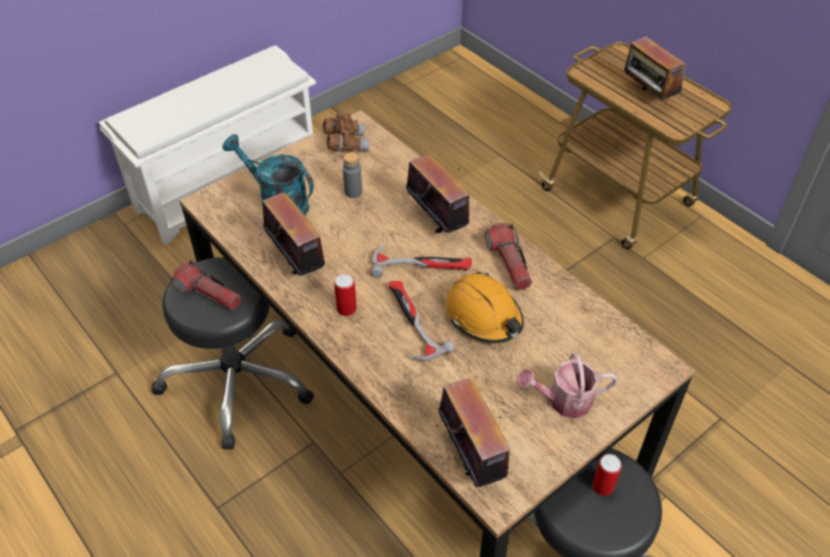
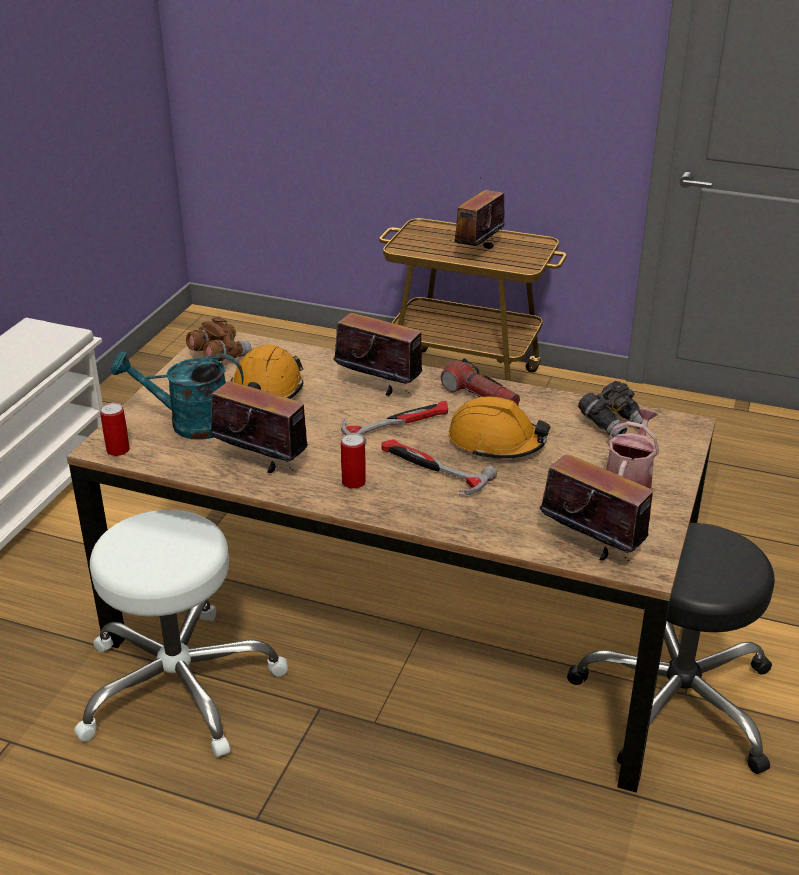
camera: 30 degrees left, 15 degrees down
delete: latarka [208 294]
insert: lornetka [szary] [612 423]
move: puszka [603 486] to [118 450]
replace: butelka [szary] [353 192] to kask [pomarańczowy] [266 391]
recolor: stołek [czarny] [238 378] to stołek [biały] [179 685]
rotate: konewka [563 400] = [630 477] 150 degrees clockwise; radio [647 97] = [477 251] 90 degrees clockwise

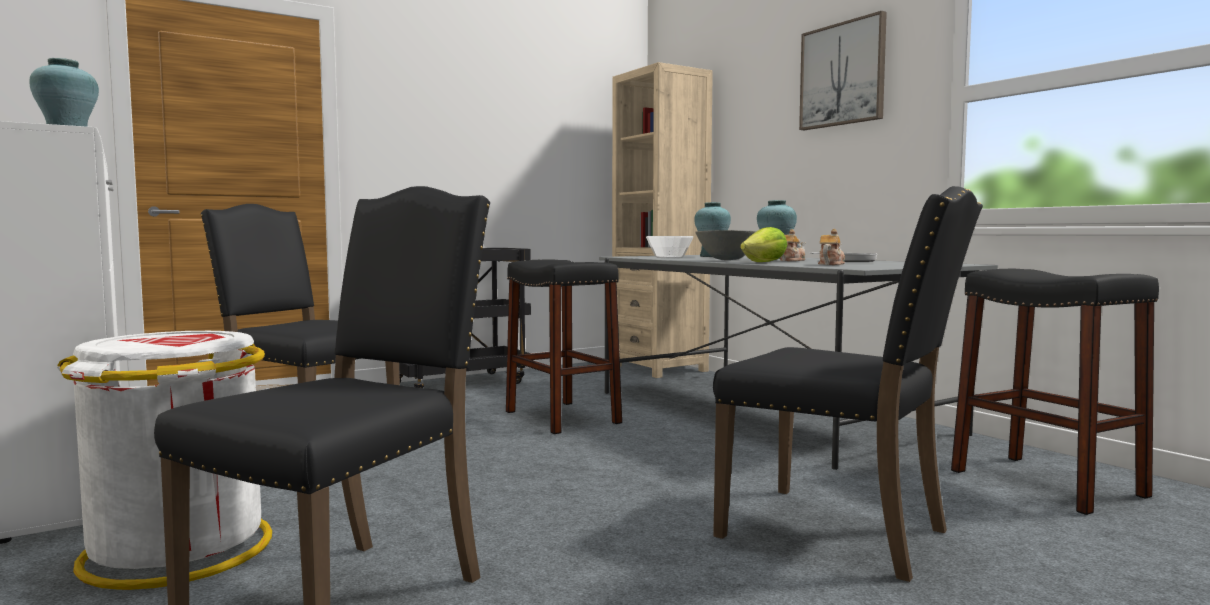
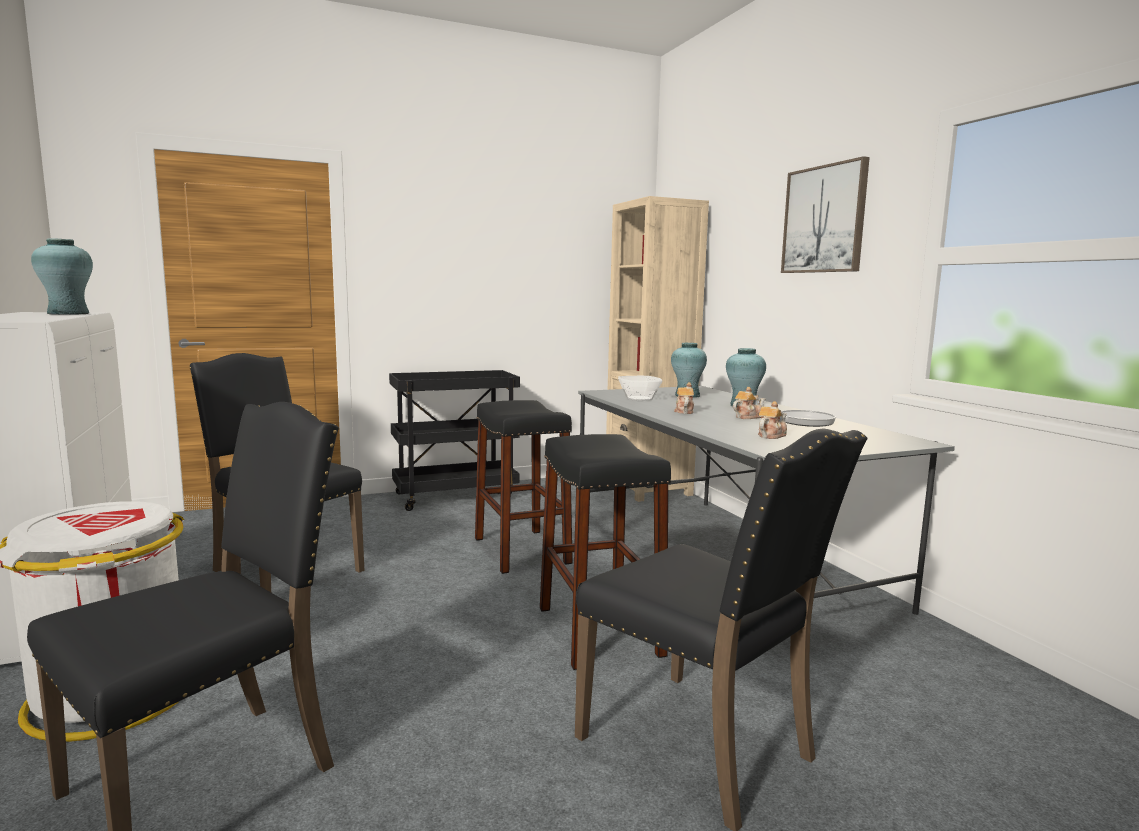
camera: 10 degrees right, 5 degrees up
delete: sałata [765 262]
move: stołek [czarny] [1045 483] to [599 631]
replace: miska [szary] [726 260] to imbryk [684 411]

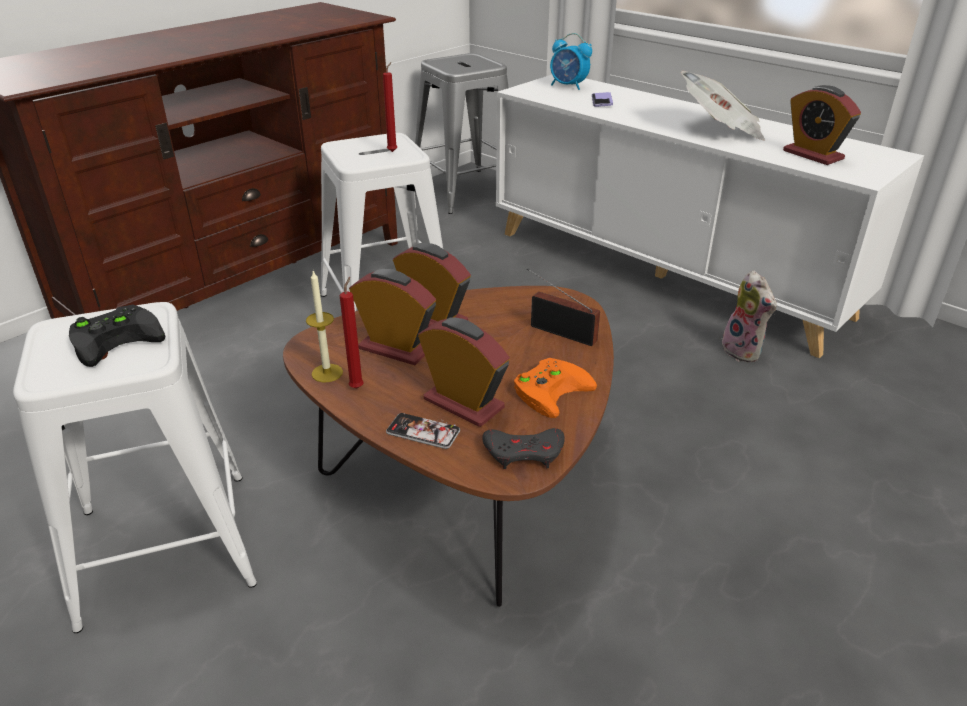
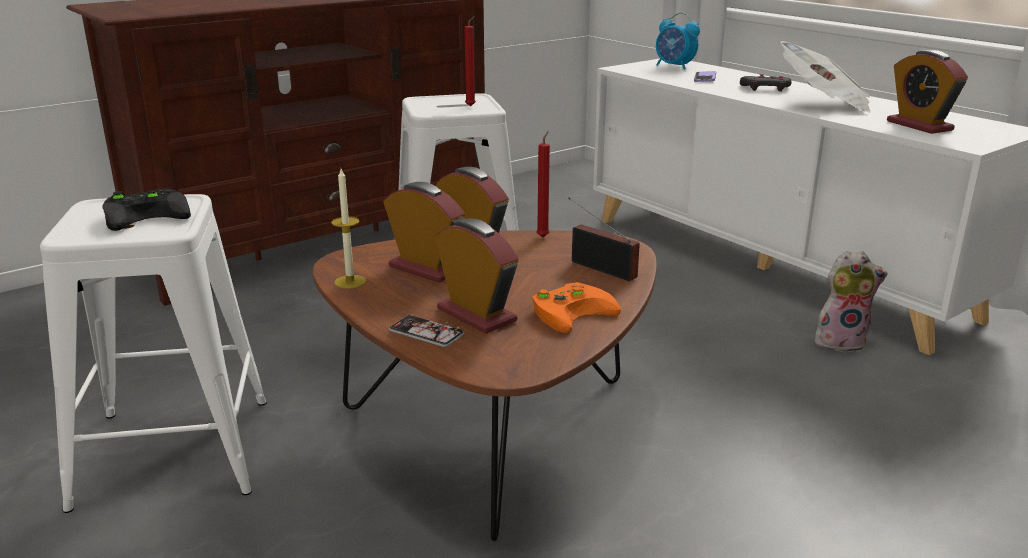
camera: 10 degrees right, 10 degrees down
delete: stołek [szary] [465 191]
move: świeca [czerwony] [357 386] to [543 236]; pad do gier [szary] [524 452] to [765 88]
rotate: pluszak [744 351] = [841 342] 75 degrees counterclockwise

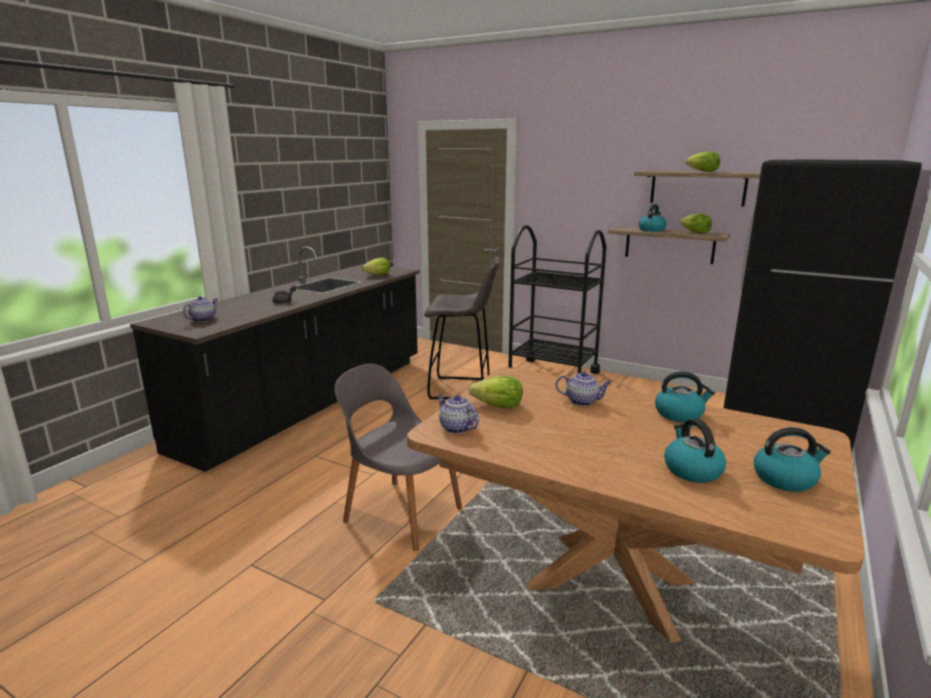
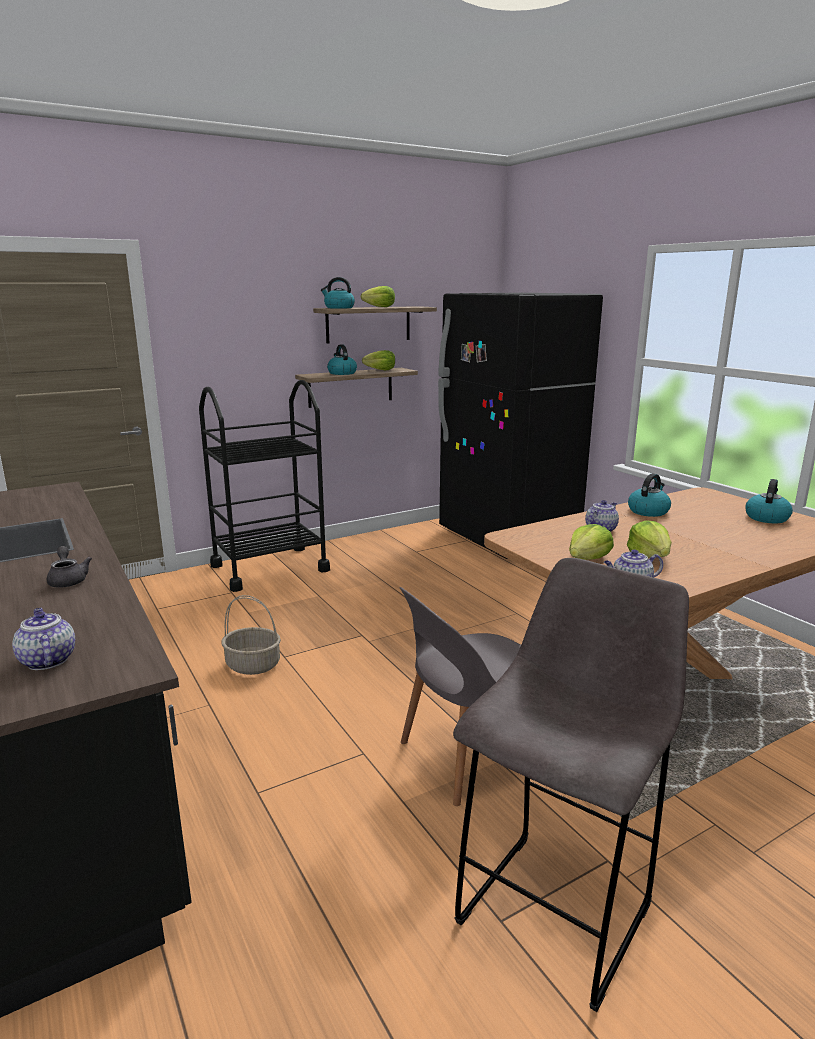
camera: 60 degrees left, 0 degrees up
insert: koszyk [253 665]
move: sałata [377 275] to [649 556]; stołek [szary] [462 389] to [557 909]; czajnik [691 470] to [338 308]

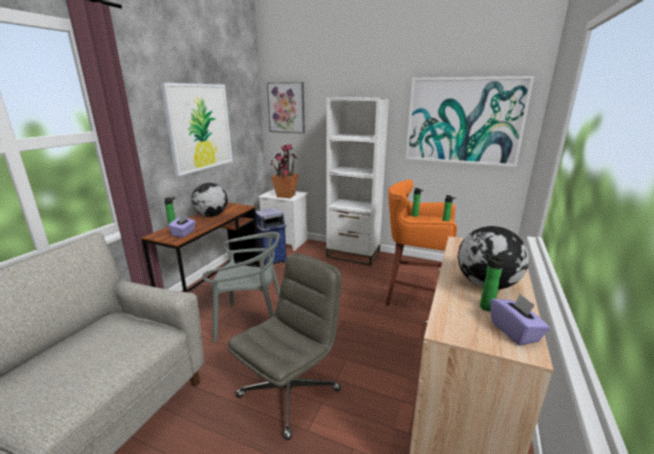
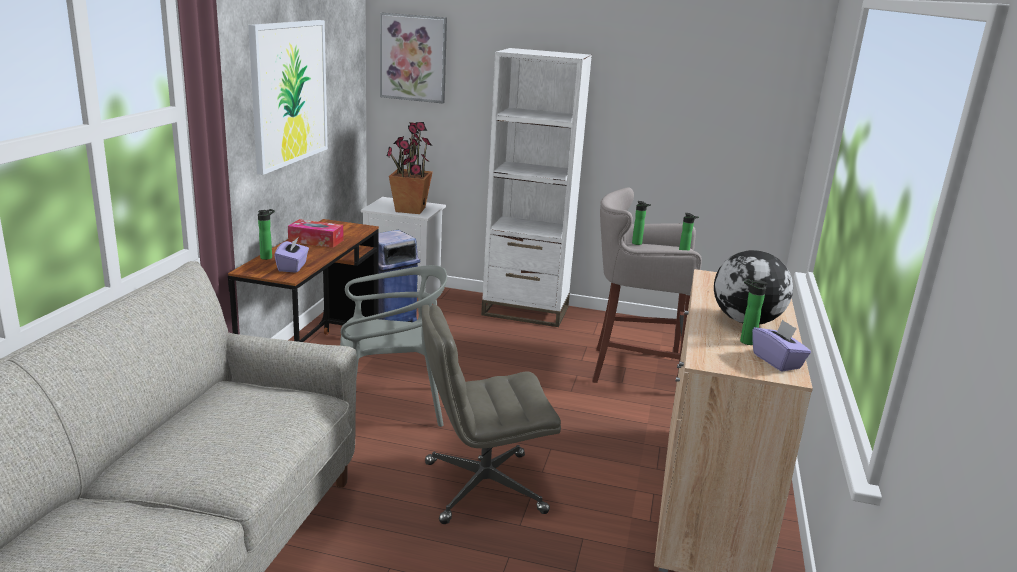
camera: 10 degrees left, 0 degrees up
delete: obraz [463 121]
replace: globus [211 215] to pudełko chusteczek [316 241]
recolor: stołek [pomarańczowy] [414 296] to stołek [szary] [633 369]
rotate: krzesło biurowe [szary] [290 392] = [482 488] 135 degrees counterclockwise

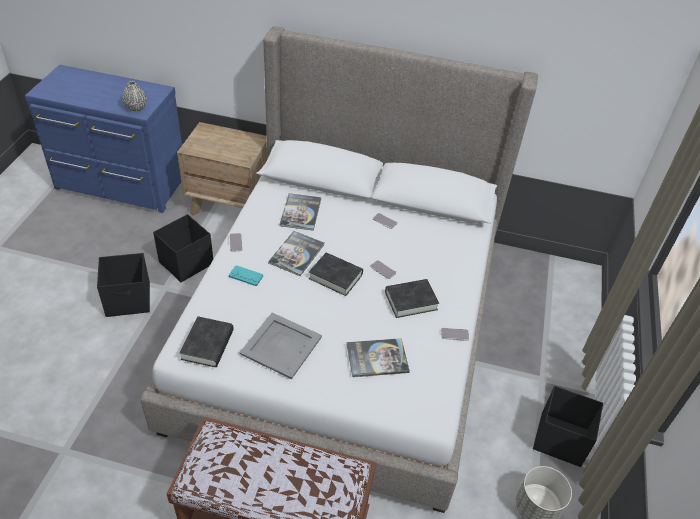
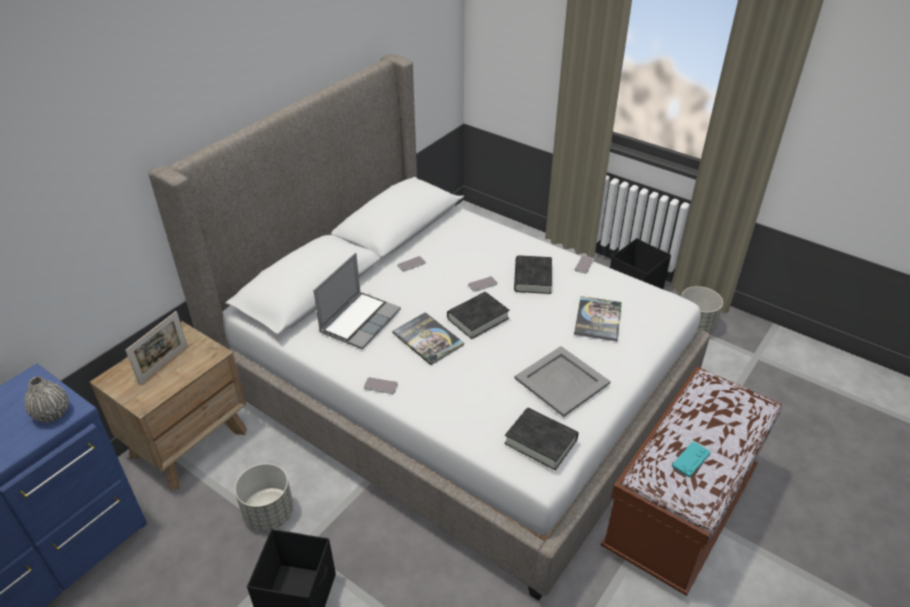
camera: 65 degrees left, 5 degrees down
insert: ramka na zdjęcie [163 364]
move: pad do gier [turkusowy] [246 276] to [691 460]
replace: pojemnik do przechowywania [czarny] [187 263] to donica [szary] [268 513]; książka [300 212] to laptop [360 320]

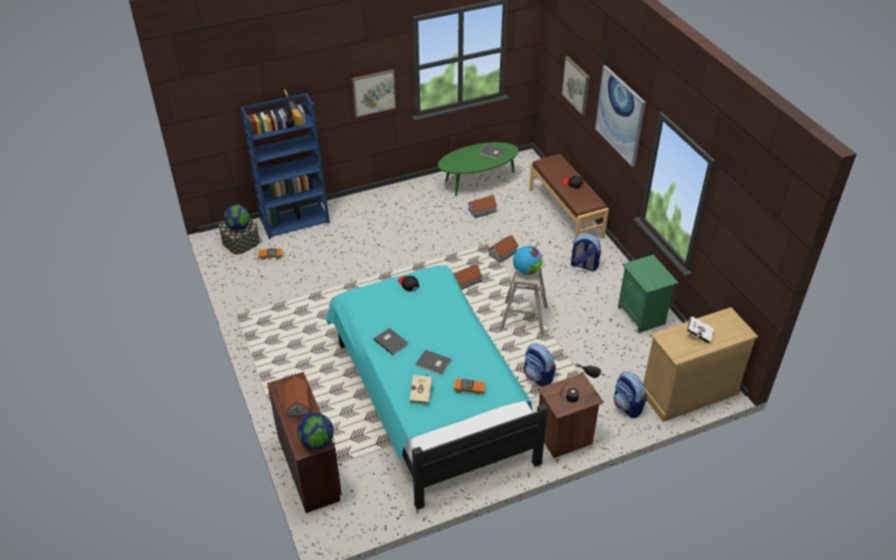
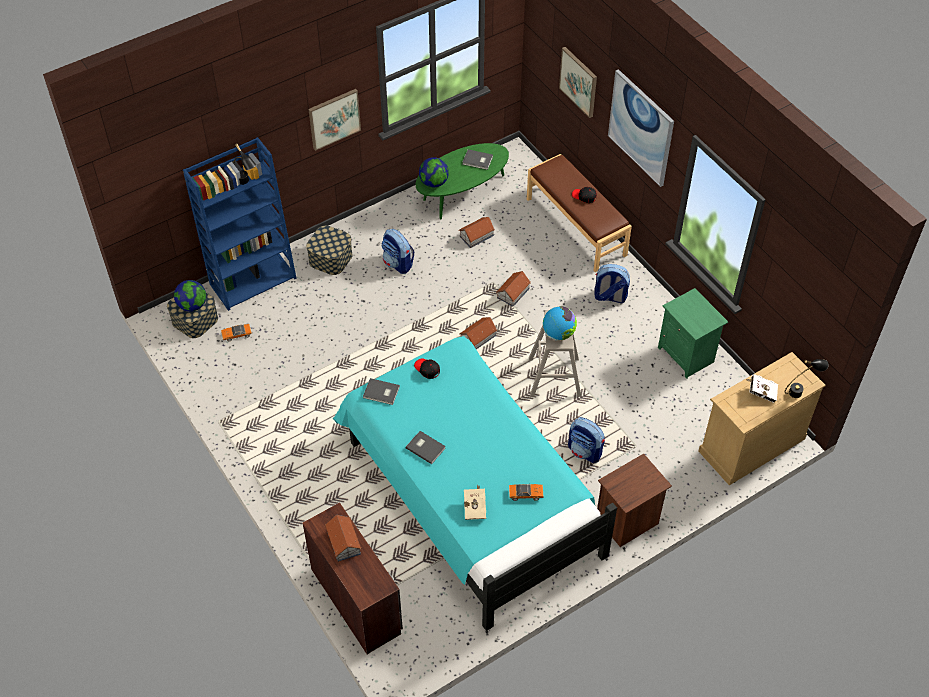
camera: 10 degrees left, 10 degrees up
insert: pojemnik do przechowywania [330 258]
move: globus [317 442] to [434 183]; książka [szary] [433 363] to [381 393]; lampa stołowa [czarny] [578 397] to [801 391]; plecak [627 406] to [398 263]

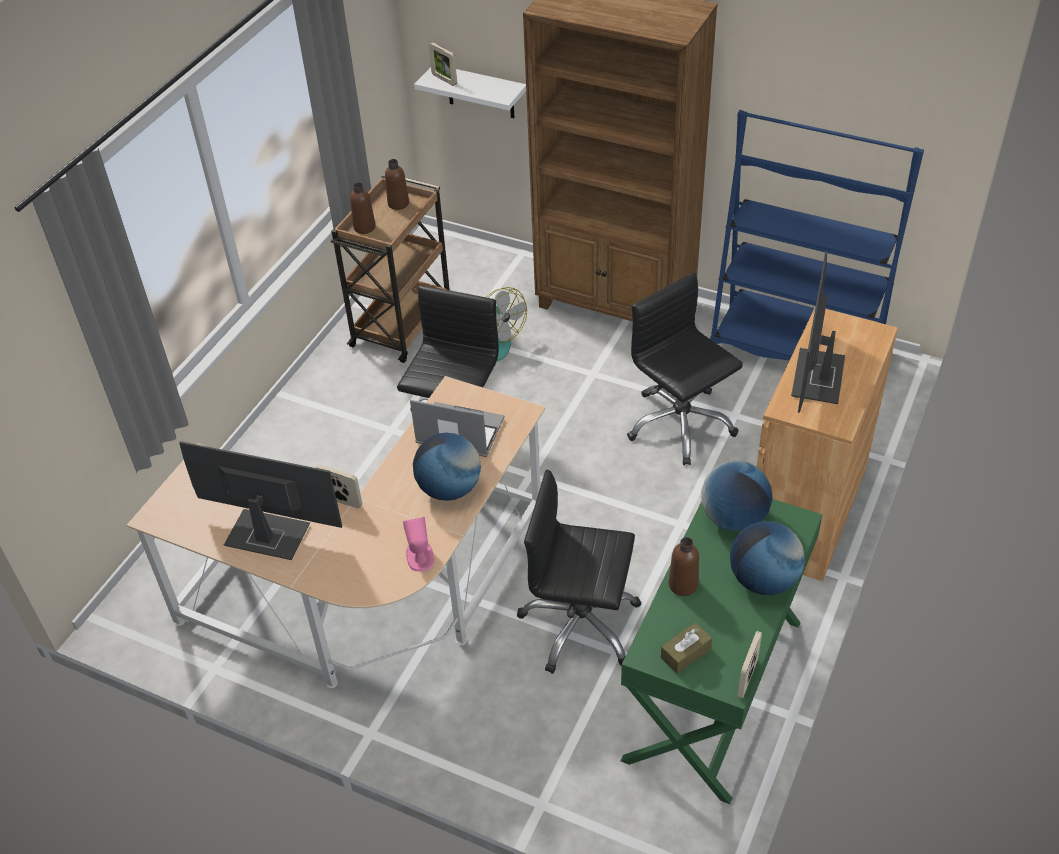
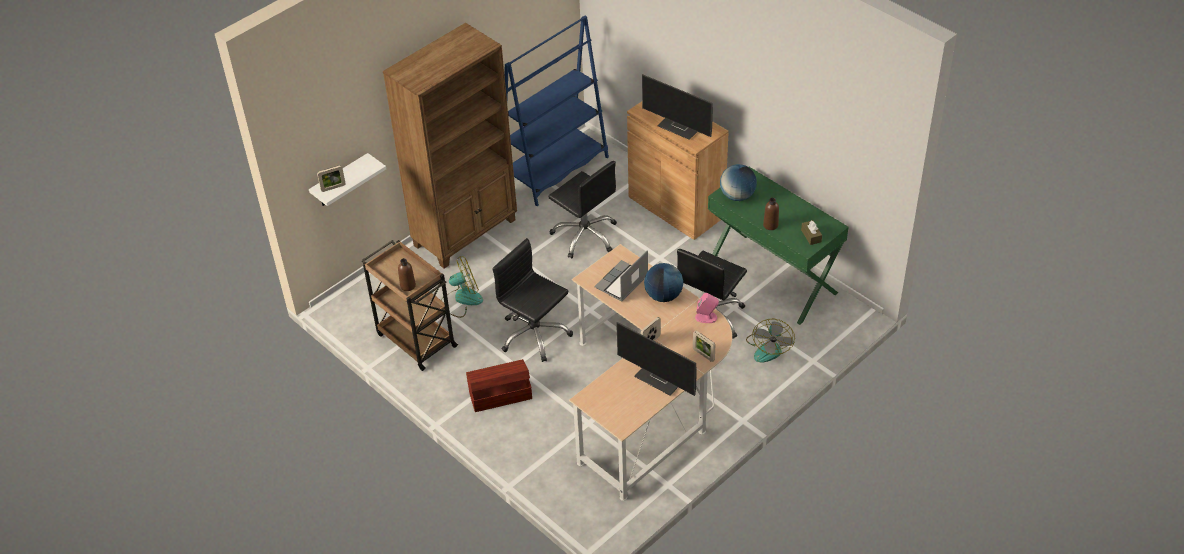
camera: 70 degrees left, 0 degrees up
delete: butelka [brązowy] [398 203]; globus [763 580]
insert: pojemnik do przechowywania [brązowy] [499 395]; wentylator [768 347]
move: ramka na zdjęcie [747 679] to [703 355]
rotate: monitor [265 535] = [661 378] 90 degrees counterclockwise; krzesło biurowe [czarny] [680 424] = [585 235] 120 degrees counterclockwise

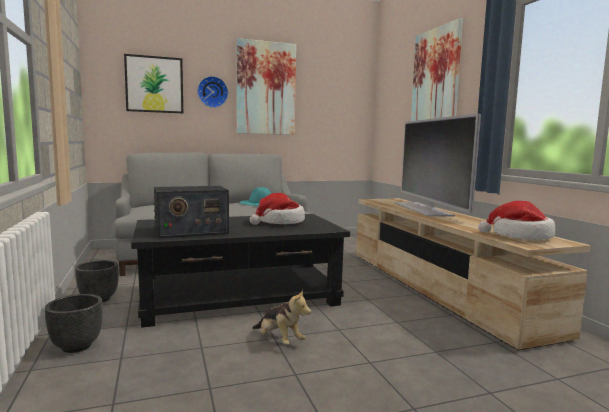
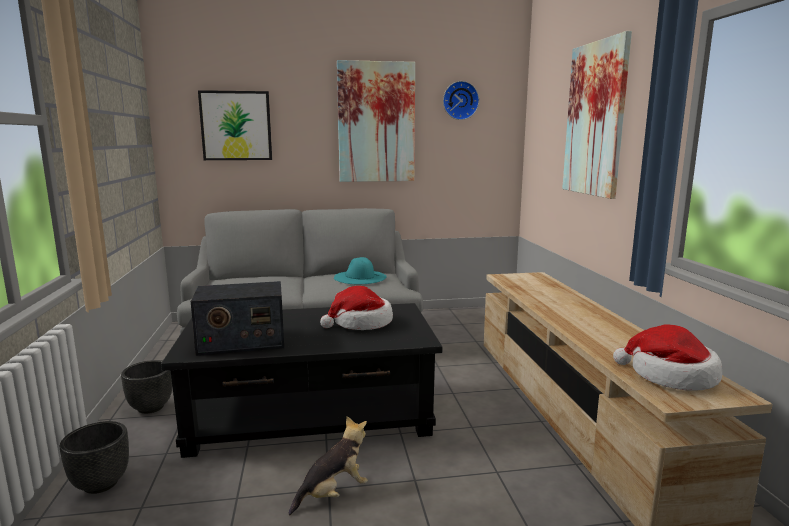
camera: 10 degrees right, 5 degrees up
delete: telewizor [423 209]
move: zegar ścienny [212 92] to [460 100]
rotate: pluszak [279 340] = [333 493] 90 degrees counterclockwise

